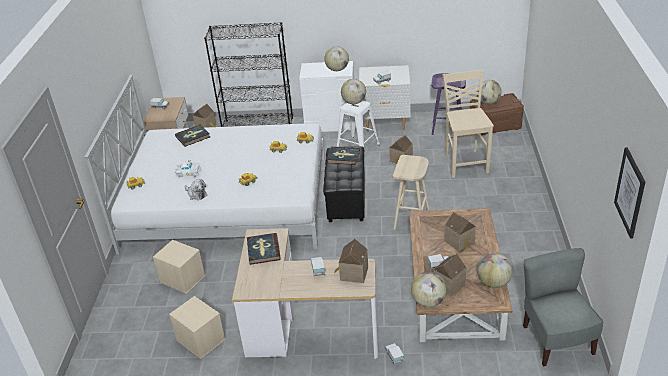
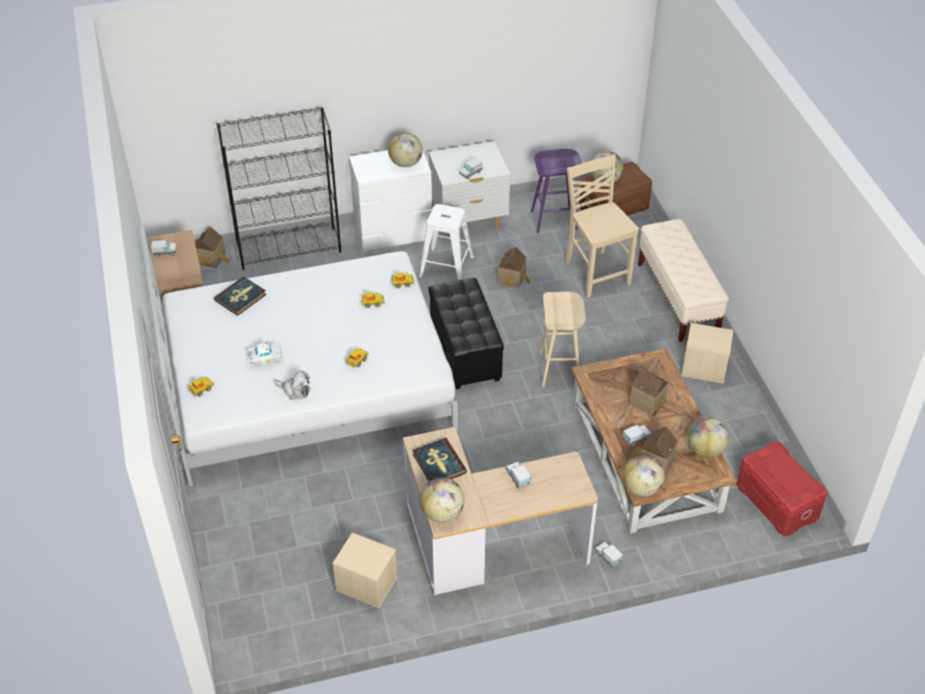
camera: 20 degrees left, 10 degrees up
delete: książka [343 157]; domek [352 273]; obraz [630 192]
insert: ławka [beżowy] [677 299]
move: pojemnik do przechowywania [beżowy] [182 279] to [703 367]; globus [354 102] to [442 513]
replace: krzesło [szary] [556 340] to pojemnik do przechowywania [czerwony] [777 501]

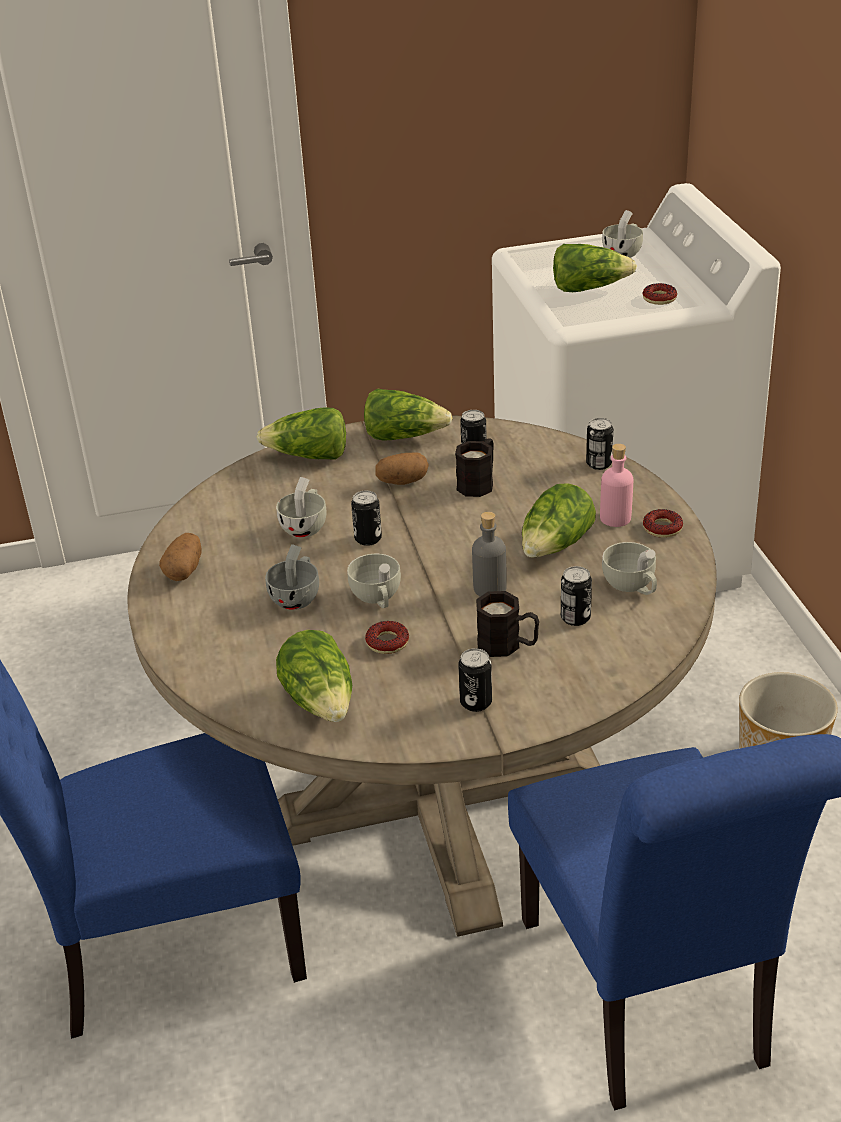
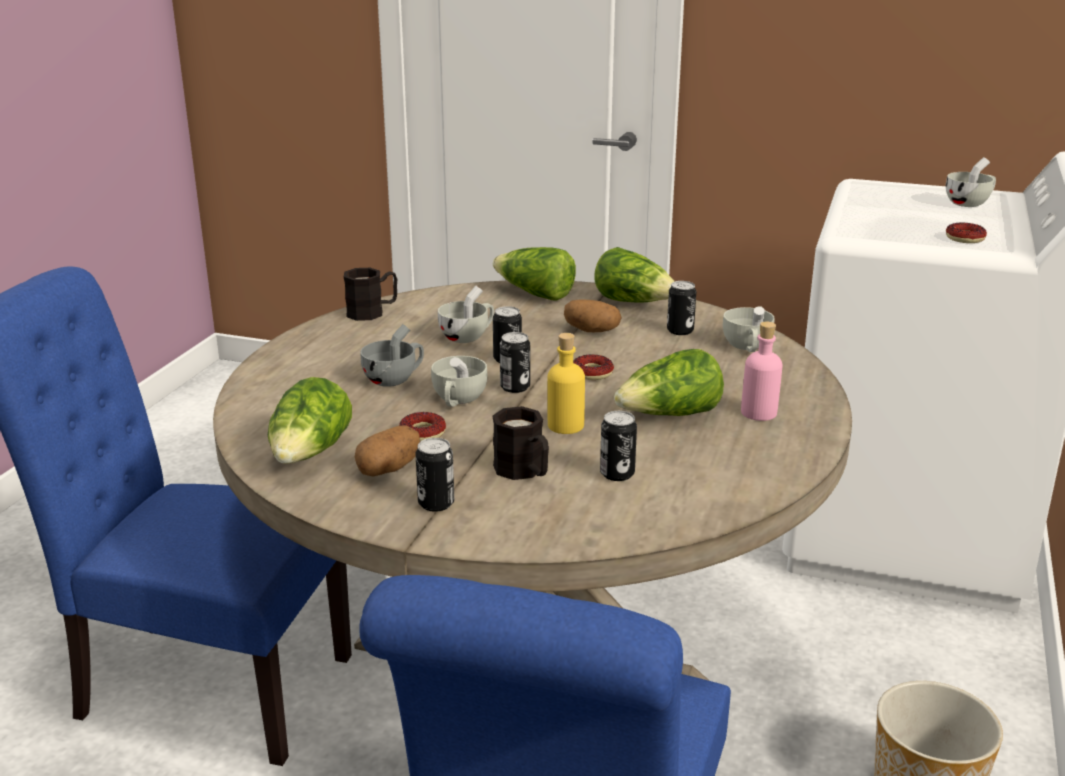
camera: 30 degrees right, 10 degrees down
delete: sałata [589 288]
move: ziemniak [184 570] to [389 469]; kubek [czarny] [479 482] to [372 312]; puszka [599 464] to [515 387]; filiżanka [biały] [632 586] to [747 347]; donut [662 528] to [592 373]
recolor: butelka [szary] [489 588] to butelka [żółty] [565 425]

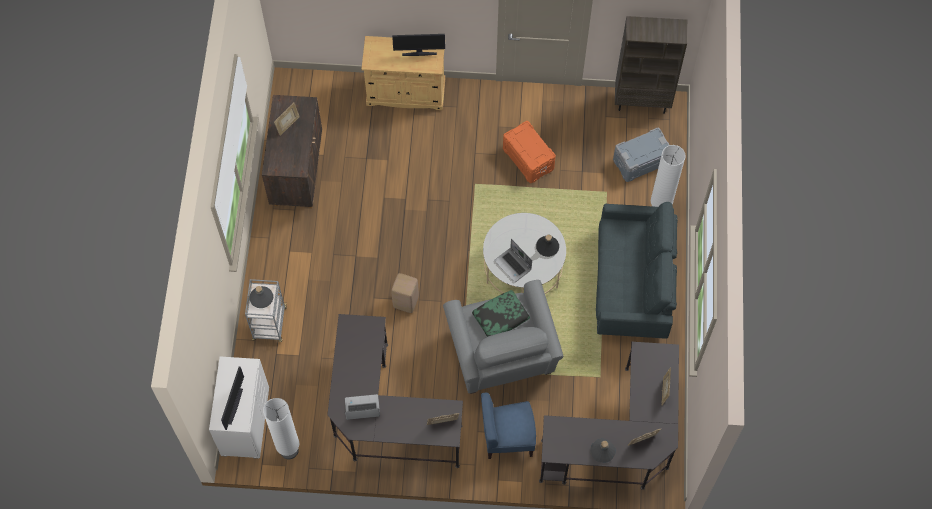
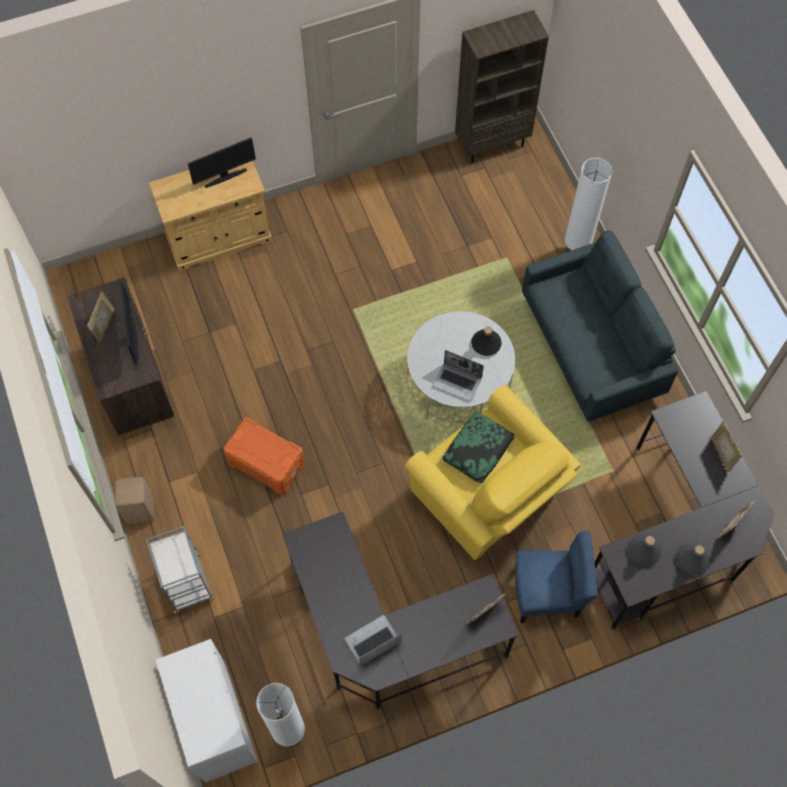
camera: 25 degrees left, 0 degrees up
delete: pojemnik do przechowywania [szary] [641 162]
move: monitor [234 406] to [133 338]; butelka [szary] [261 298] to [643 550]; stołek [beżowy] [406 302] to [141 510]; pojemnik do przechowywania [pomarańczowy] [528 158] to [266 463]
recolor: fotel [szary] [502 356] to fotel [żółty] [489 497]
rotate: krzesło [niebieski] [507 438] = [546 593] 150 degrees counterclockwise

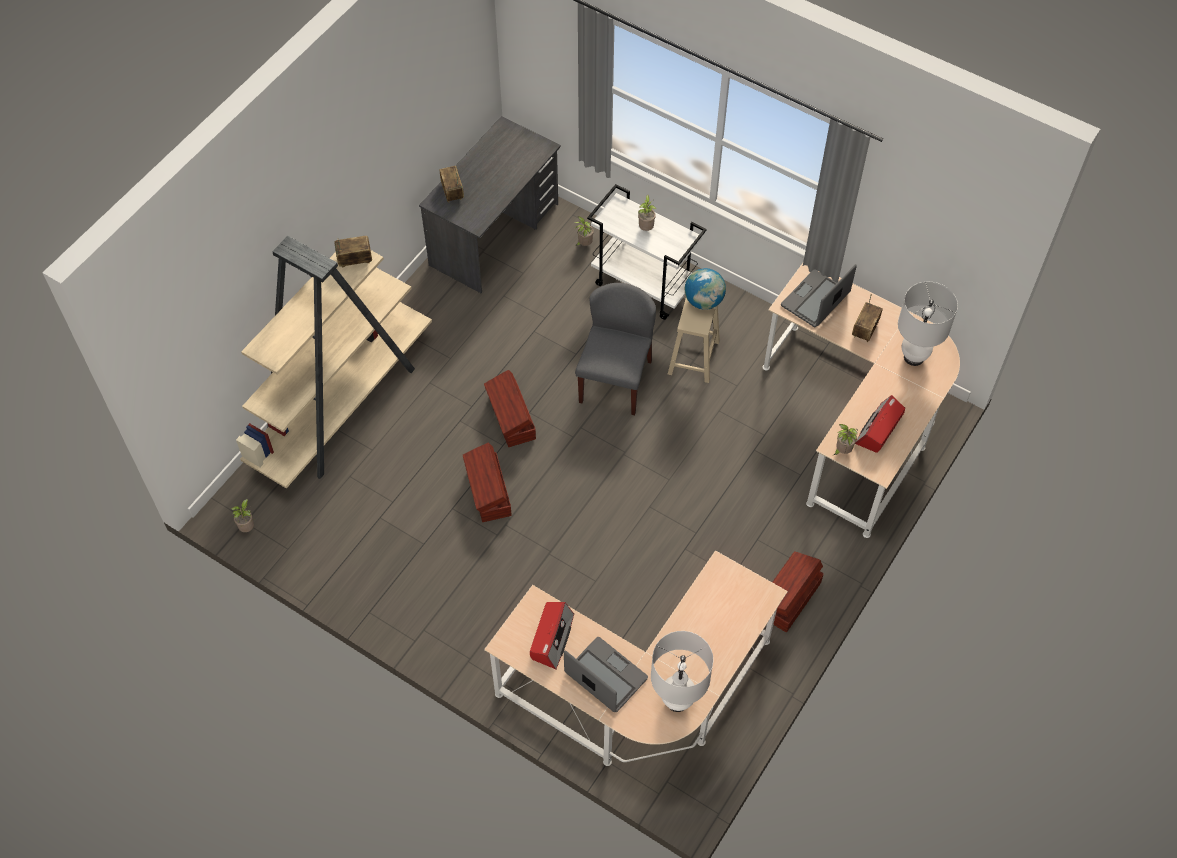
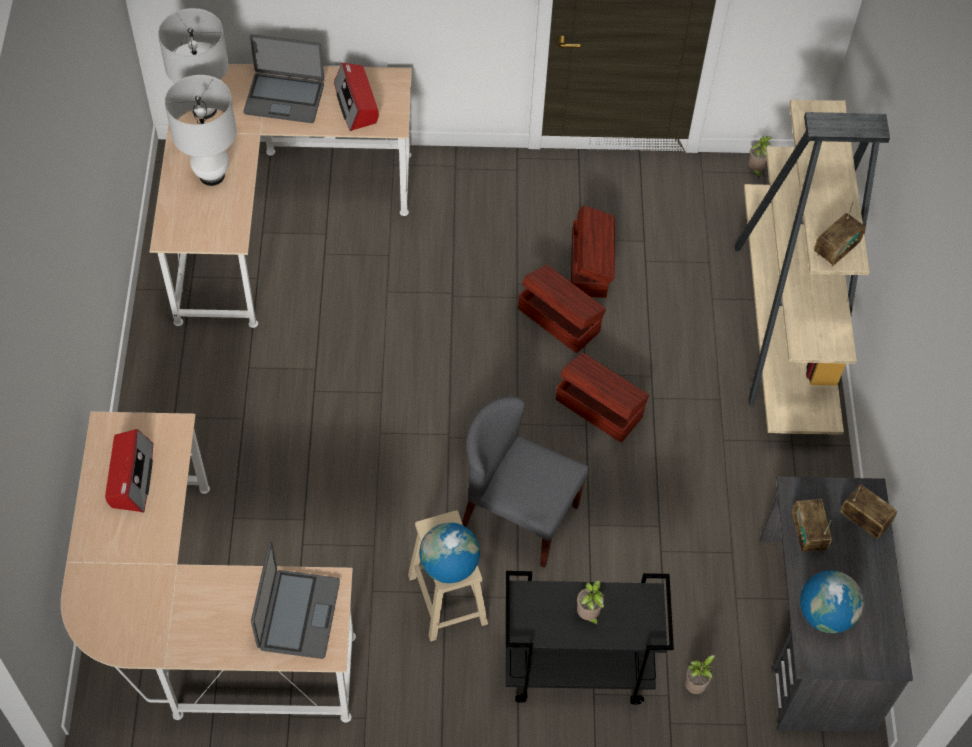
camera: 145 degrees right, 0 degrees up
delete: roślina doniczkowa [842 451]
insert: globus [825 614]
move: pojemnik do przechowywania [brązowy] [789 599] to [590 265]; radio [865 329] to [808 533]; lampa stołowa [biały] [914 357] to [212 176]
recolor: wózek [biały] [644 285] to wózek [czarny] [575 669]
rotate: krzesło [szary] [615 381] = [519 516] 135 degrees clockwise

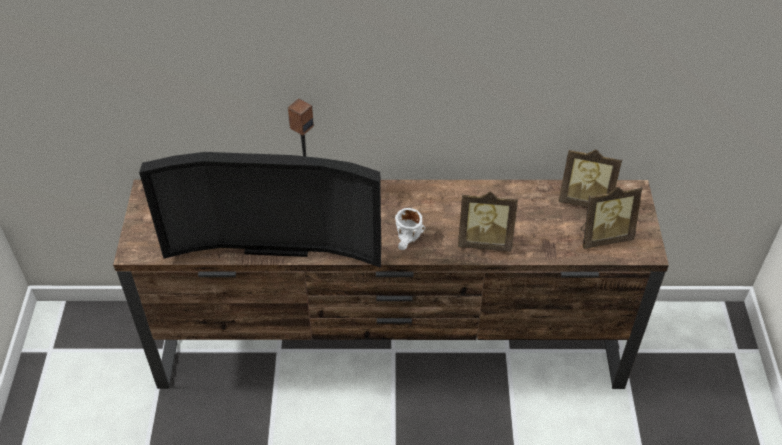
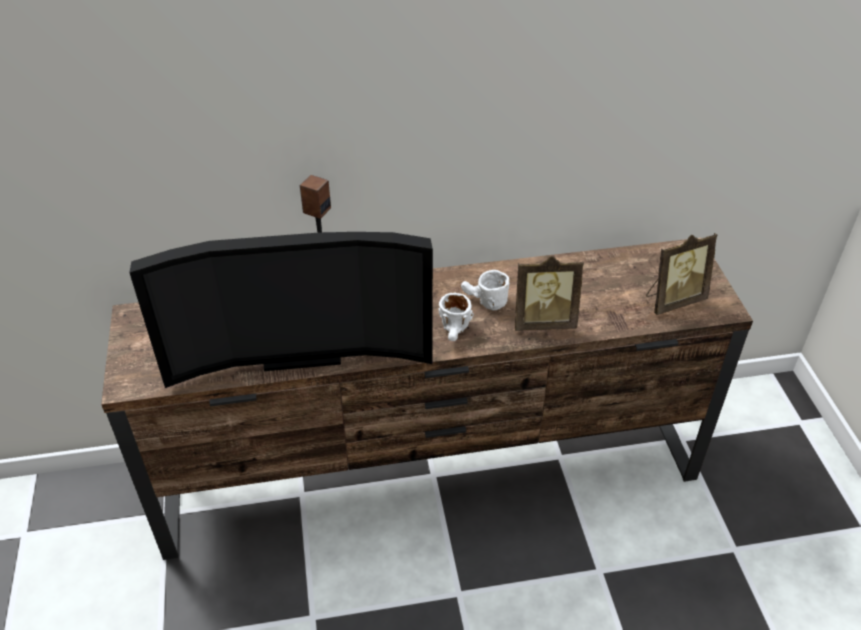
camera: 10 degrees left, 5 degrees down
delete: ramka na zdjęcie [585 200]
insert: kubek [biały] [483 302]

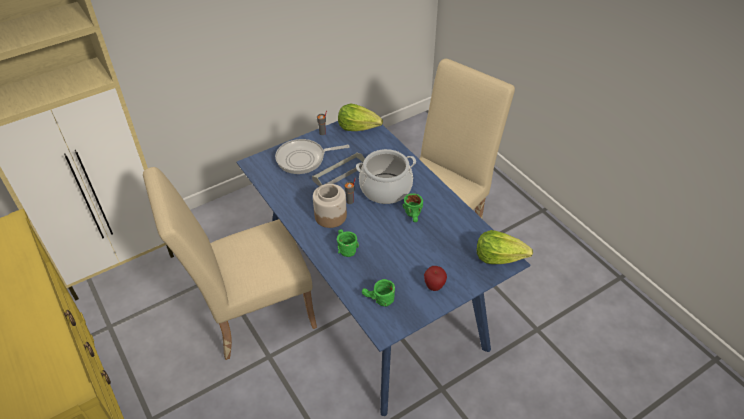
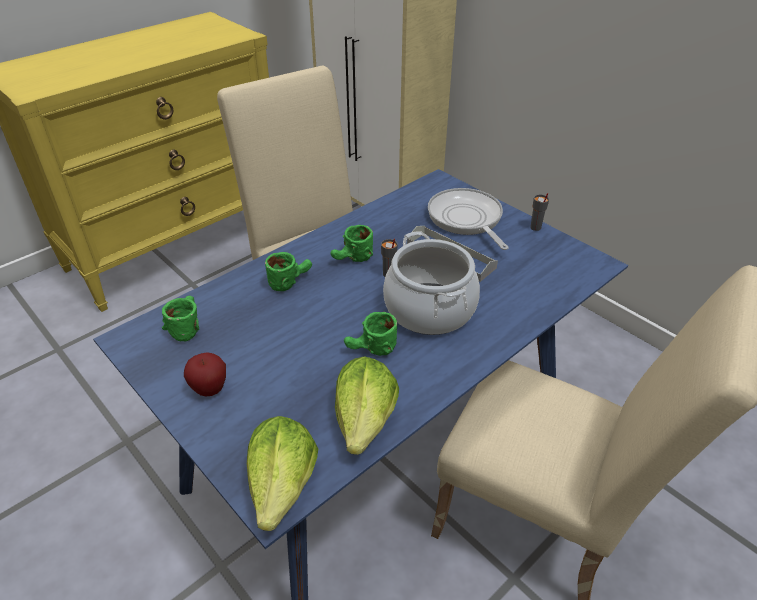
camera: 80 degrees right, 5 degrees down
move: sałata [358 127] to [365 420]
replace: słoik [330 216] to kubek [zielony] [353 259]

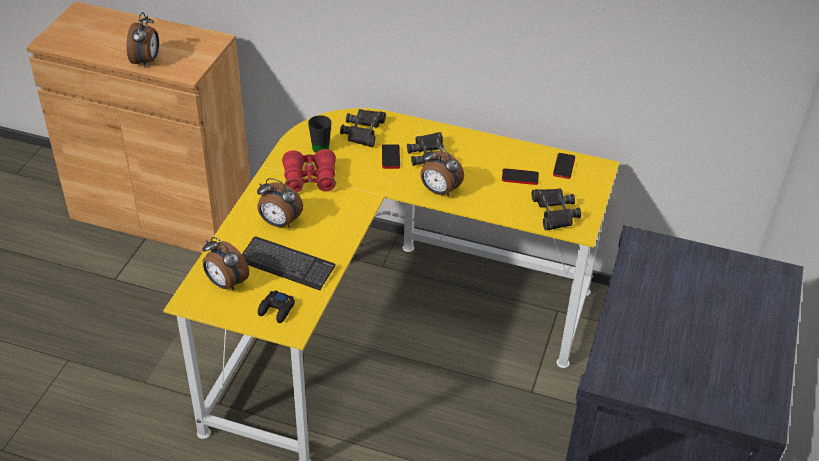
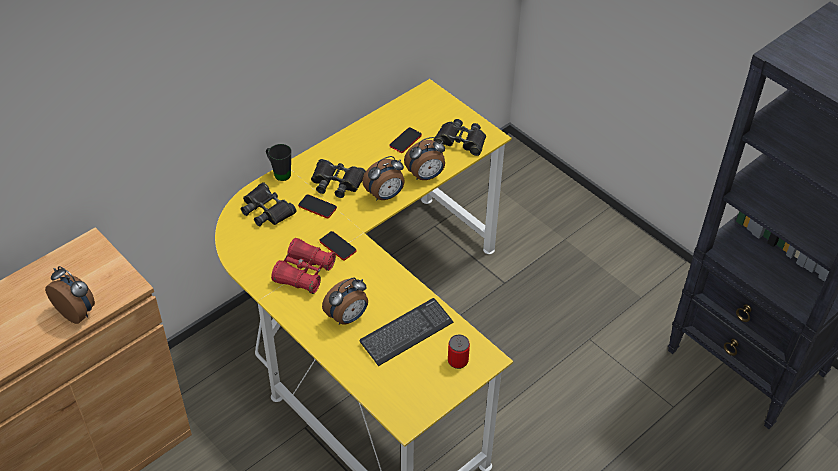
camera: 60 degrees left, 5 degrees up
move: budzik [225 283] to [426 176]; kubek [czarny] [322 145] to [279 173]; telefon [564 166] to [338 246]
replace: pad do gier [czarny] [277 310] to puszka [458 361]

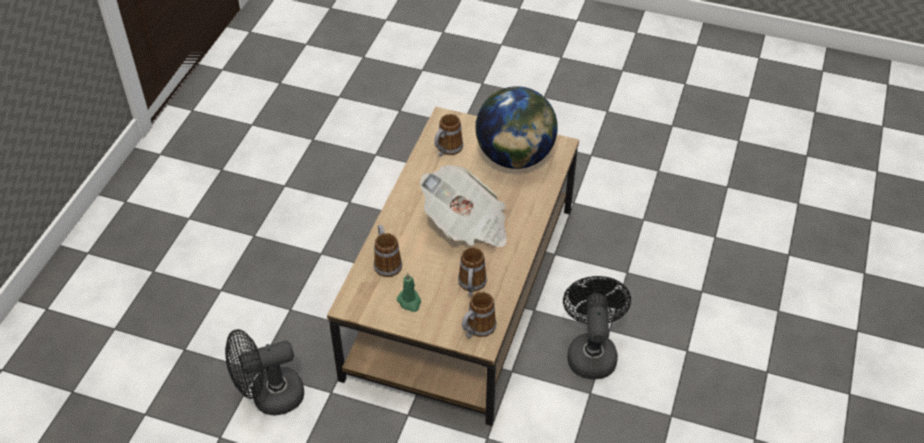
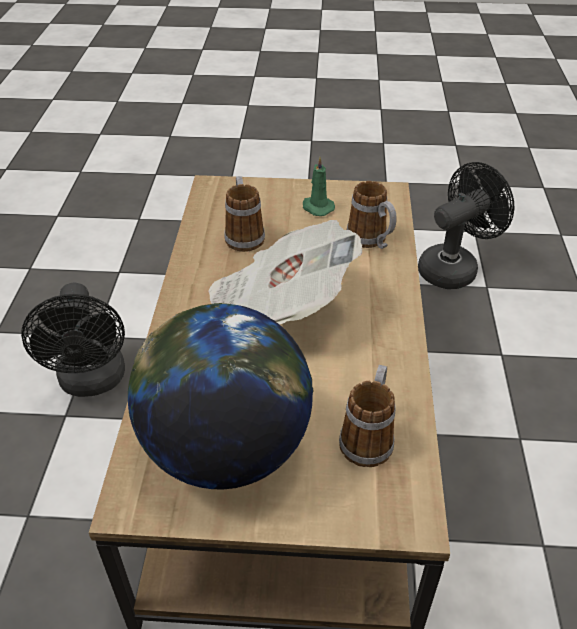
camera: 165 degrees right, 5 degrees down
delete: kubek [477 330]

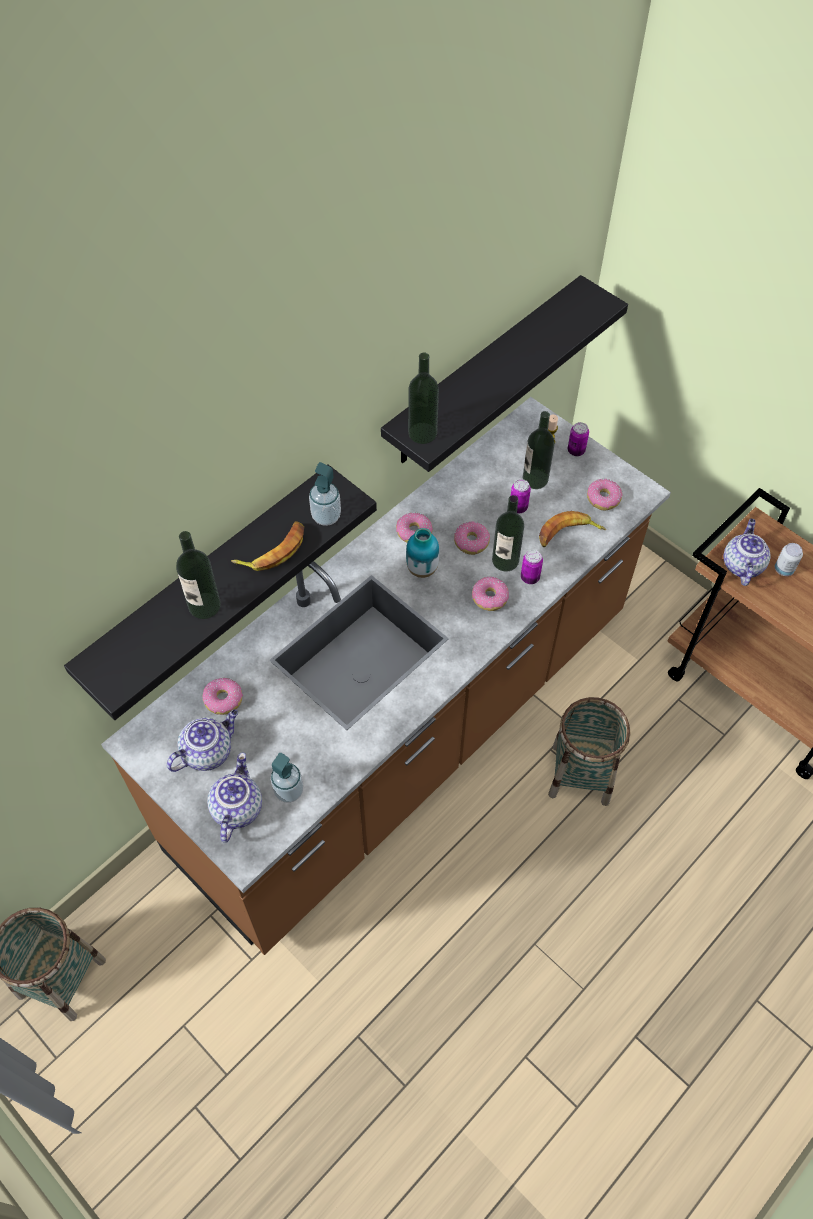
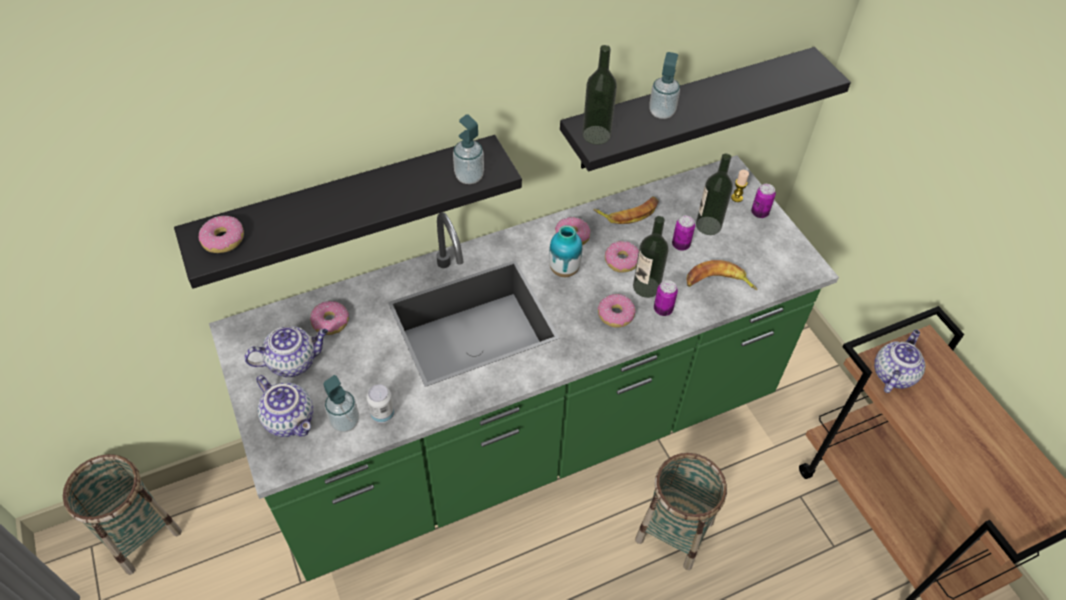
camera: 20 degrees right, 5 degrees down
delete: butelka [204 605]
insert: dozownik mydła [661 112]
move: banan [273 550] to [628 212]; donut [603 498] to [223 239]; puszka [783 569] to [382 414]
recolor: zabudowa kuchenna [brązowy] [406 732] to zabudowa kuchenna [zielony] [528 434]
rotate: imbryk [236 808] = [291 419] 105 degrees clockwise

